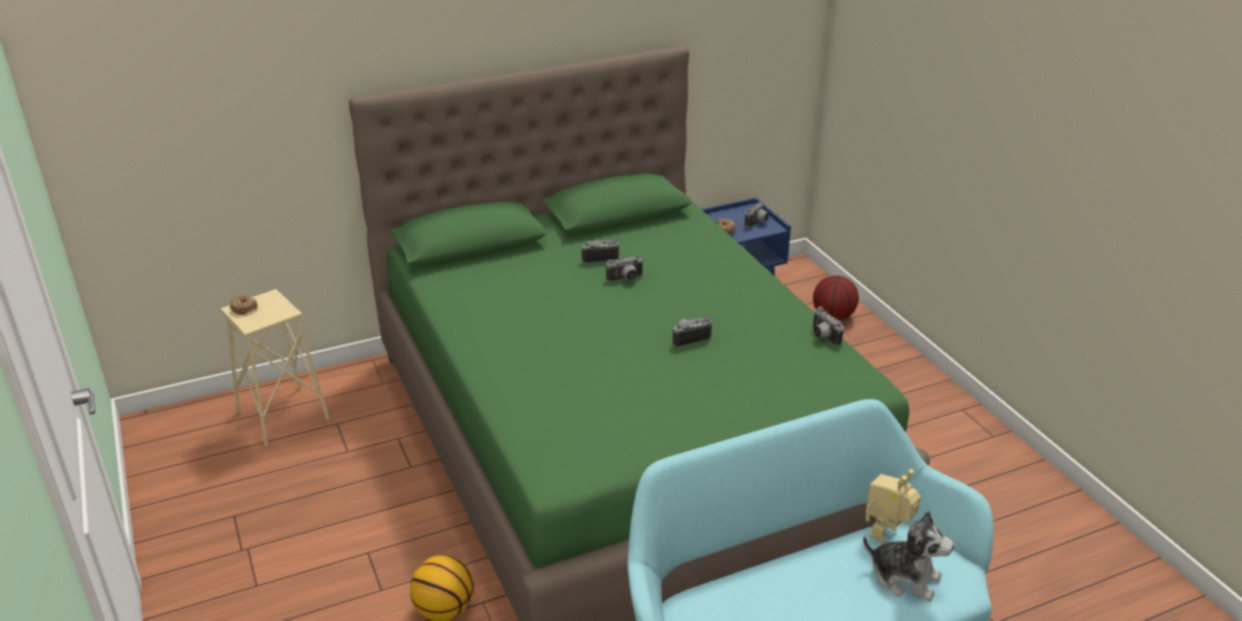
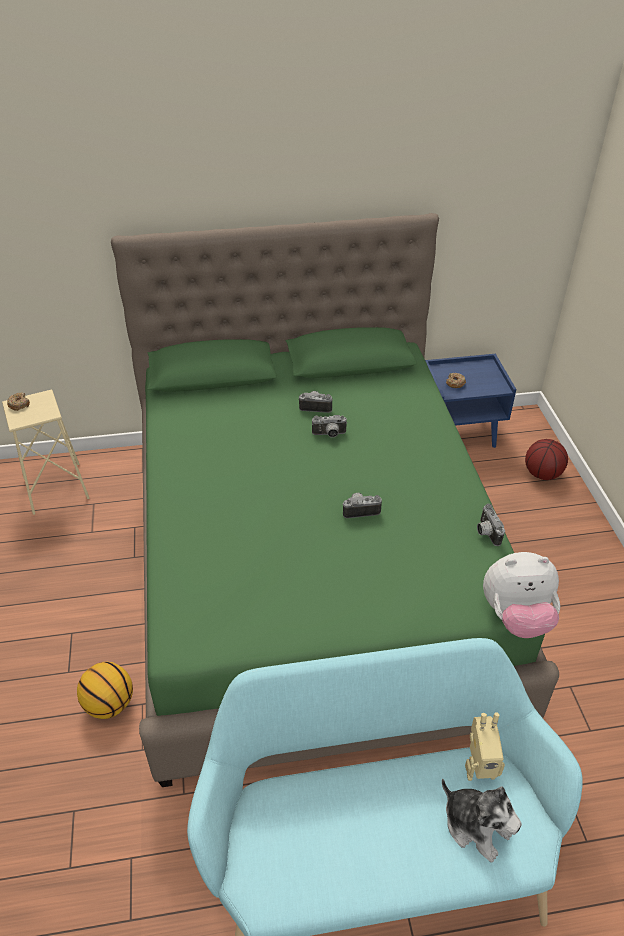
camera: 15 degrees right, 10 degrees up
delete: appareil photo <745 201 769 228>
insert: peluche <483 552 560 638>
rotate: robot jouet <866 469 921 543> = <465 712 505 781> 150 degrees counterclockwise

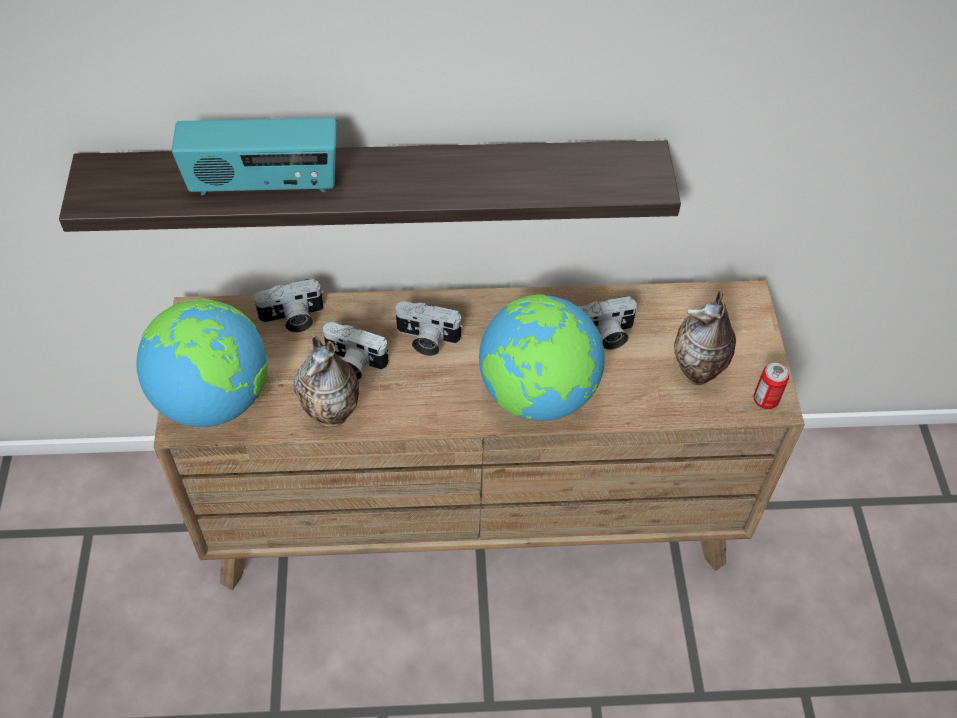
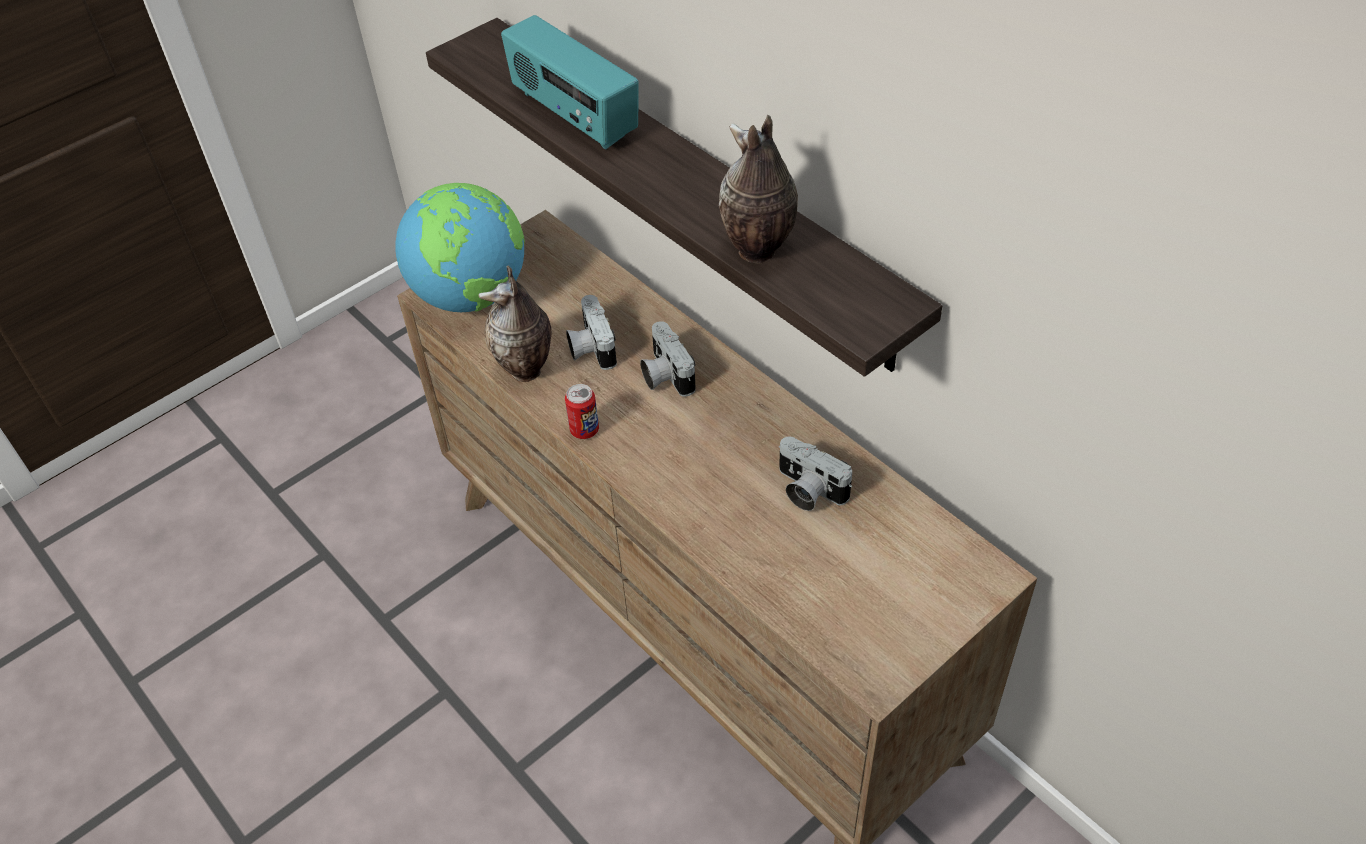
camera: 55 degrees right, 5 degrees down
delete: appareil photo <253 279 324 333>; globe <479 294 605 421>
move: vase <674 290 736 385> to <719 115 798 264>; boîte métallique <753 363 789 409> to <565 384 599 439>

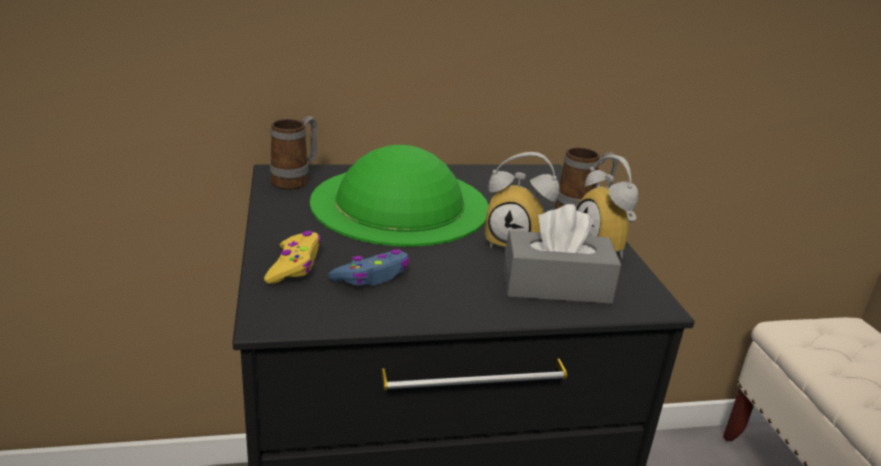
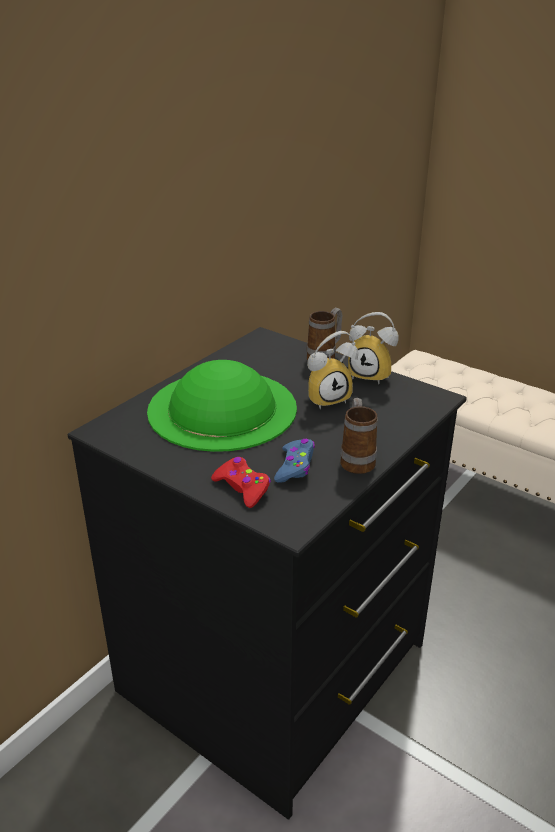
camera: 40 degrees left, 5 degrees up
delete: boîte à mouchoirs/gris <504 204 621 304>
move: mug <270 116 318 189> to <340 398 378 474>
recolor: manette/jaune <264 231 321 284> to manette/rouge <211 457 271 508>

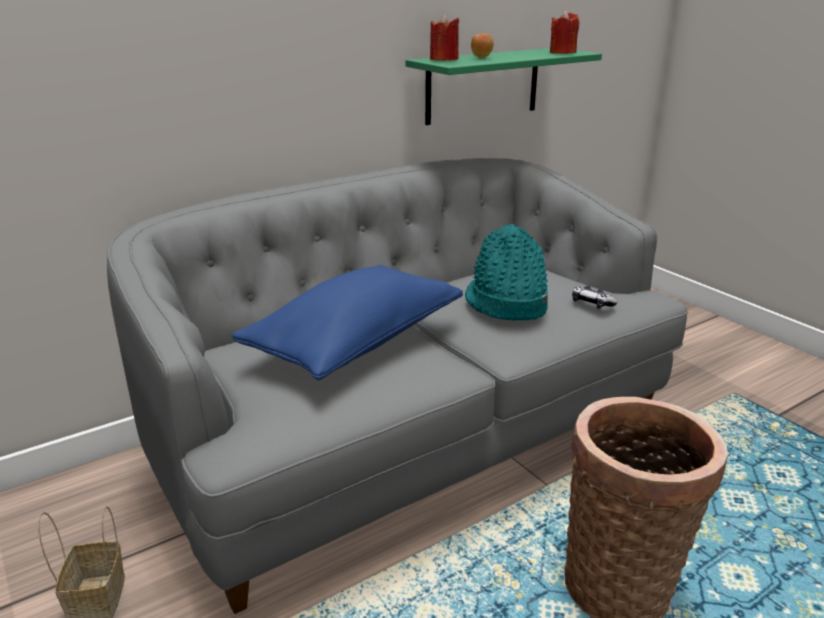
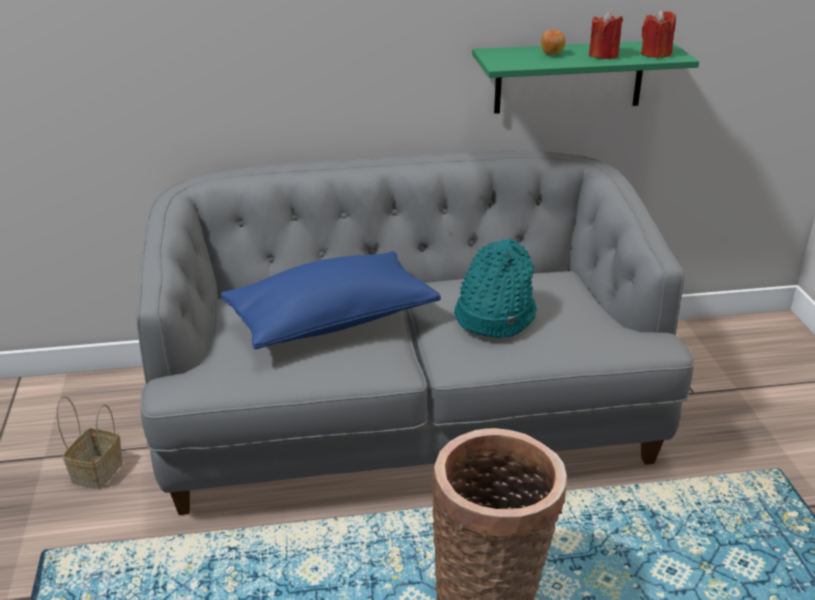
camera: 25 degrees right, 5 degrees up
delete: manette <572 285 617 309>
move: bougie/rouge <430 14 459 60> to <589 11 623 59>

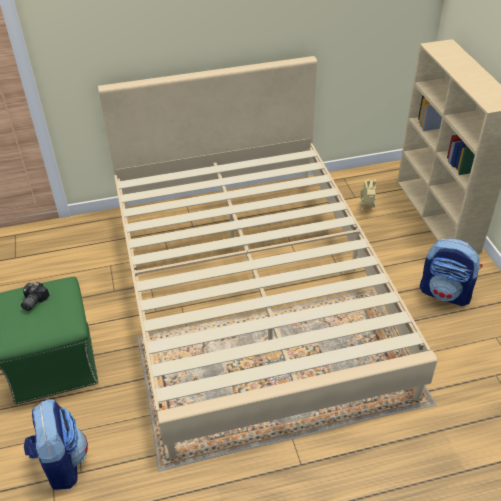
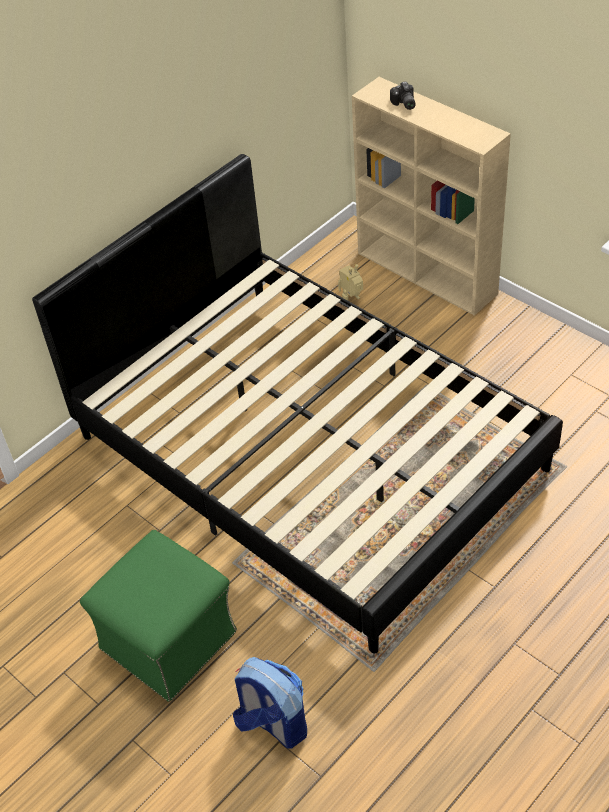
camera: 30 degrees left, 5 degrees up
delete: sac à dos <420 238 483 306>
move: appareil photo <21 282 50 311> to <390 82 416 110>
recolor: lit/beige <98 56 437 459> to lit/noir <32 154 563 653>

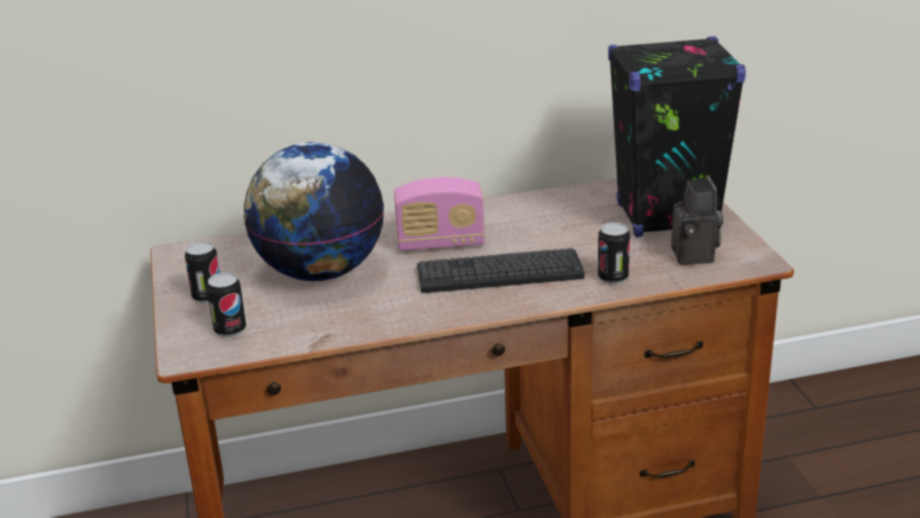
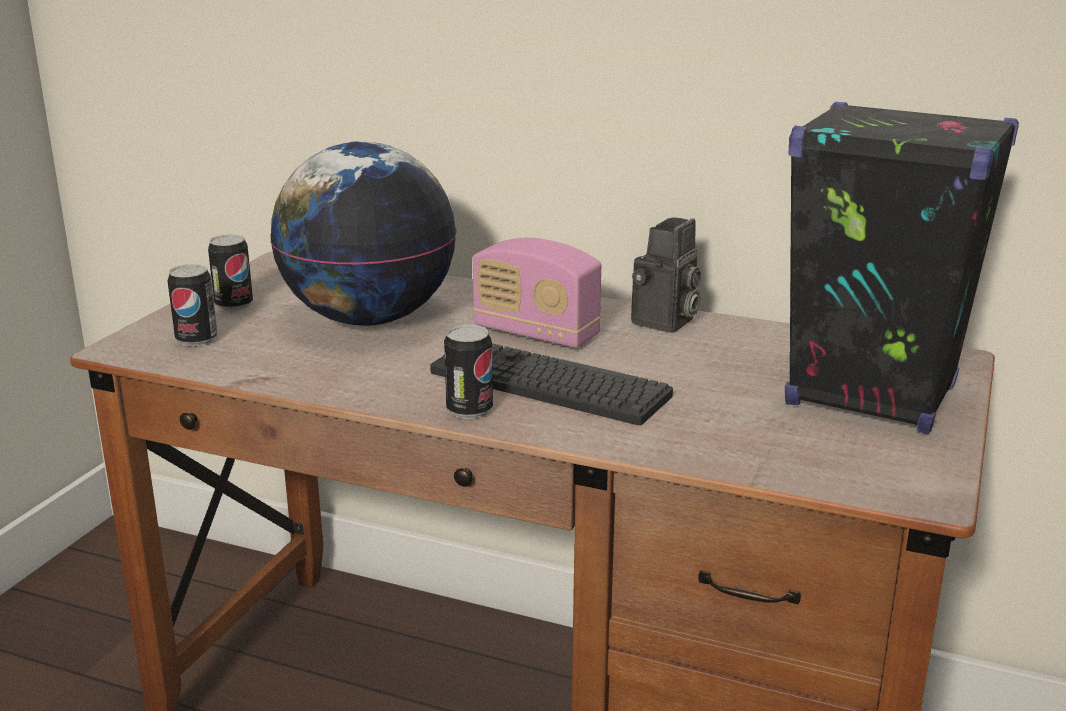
camera: 35 degrees right, 5 degrees down
move: appareil photo <671 176 723 265> to <631 217 701 333>; boîte métallique <598 222 630 284> to <444 325 493 419>

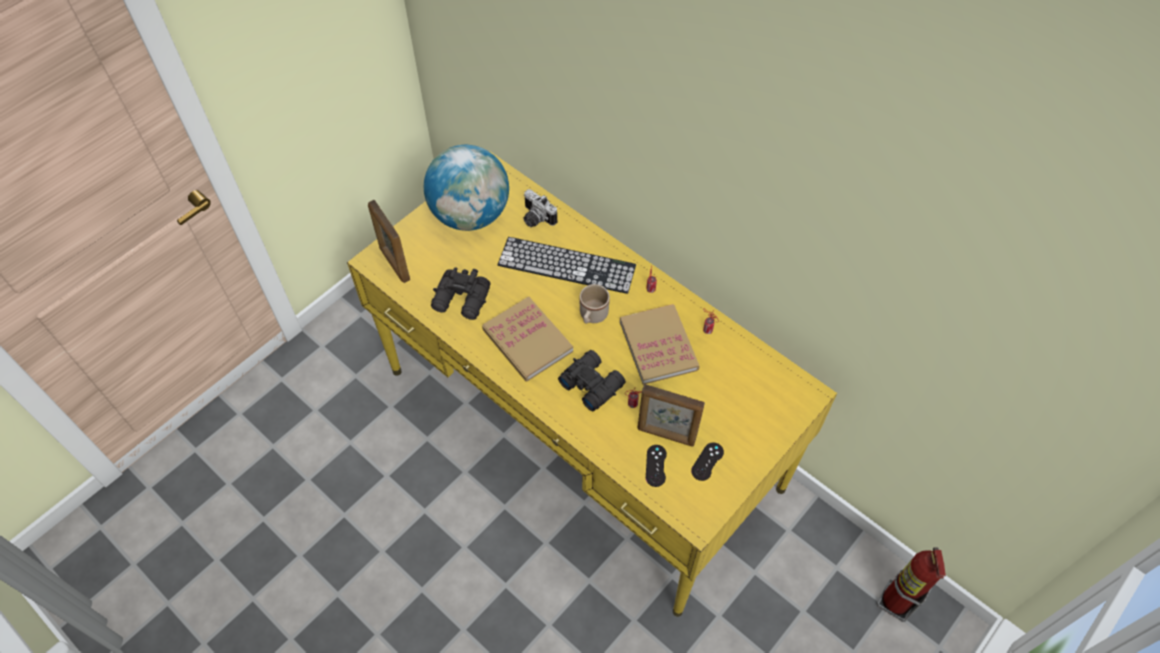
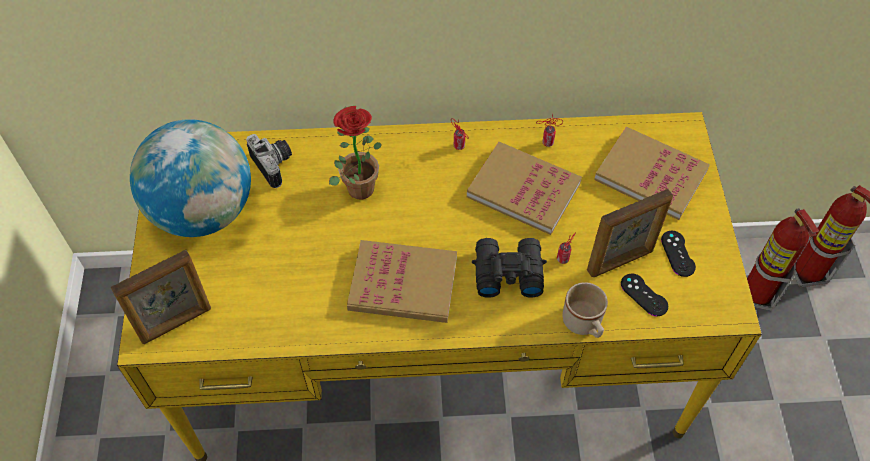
camera: 45 degrees left, 0 degrees up
delete: jumelles/noir <431 267 491 320>
insert: livre <594 127 710 220>; extincteur <746 208 819 311>
move: mug/beige <580 284 610 324> to <563 282 608 338>
replace: clavier <497 237 636 294> to plante en pot <329 106 381 199>
rotate: appareil photo <523 189 557 227> = <246 134 292 188> 120 degrees counterclockwise; cadre photo <368 200 410 283> = <110 250 211 344> 45 degrees counterclockwise

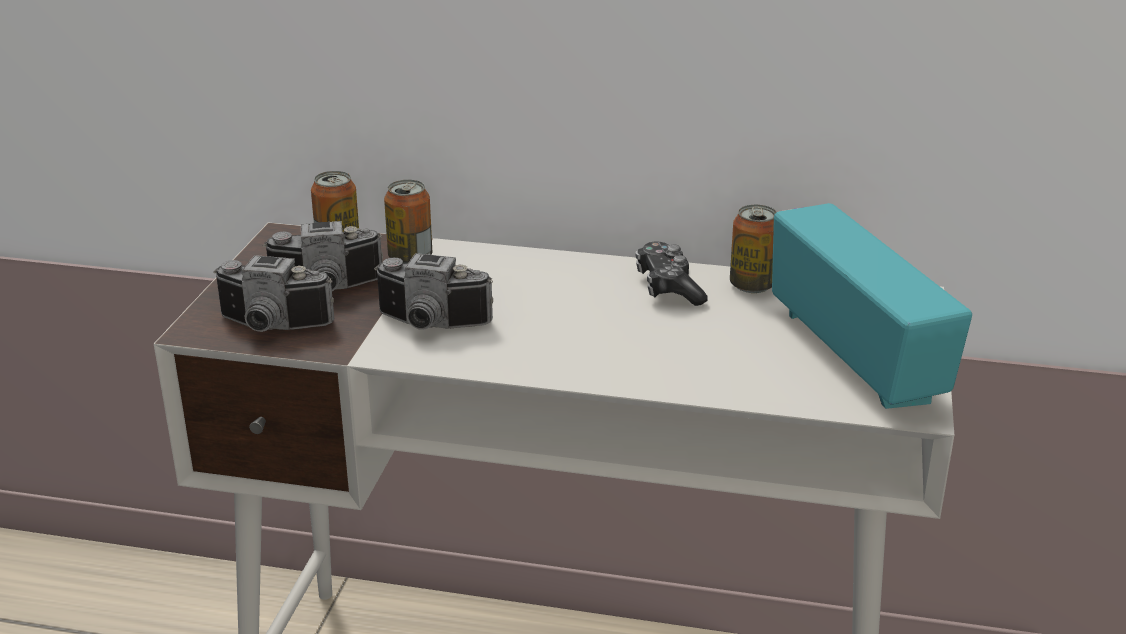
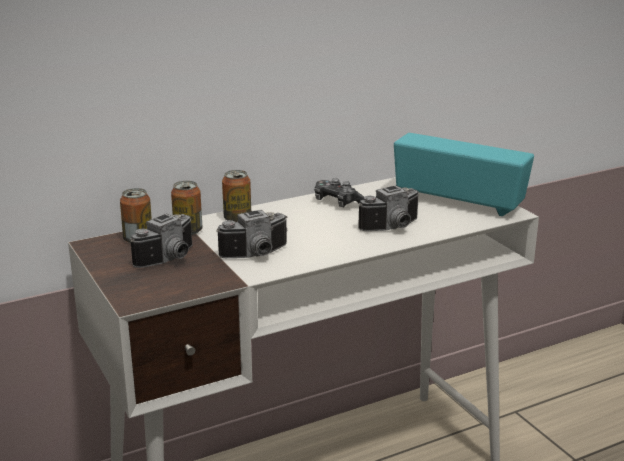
camera: 40 degrees left, 5 degrees down
move: boîte métallique <730 205 776 293> to <222 170 251 222>; appareil photo <213 255 334 332> to <358 185 419 231>

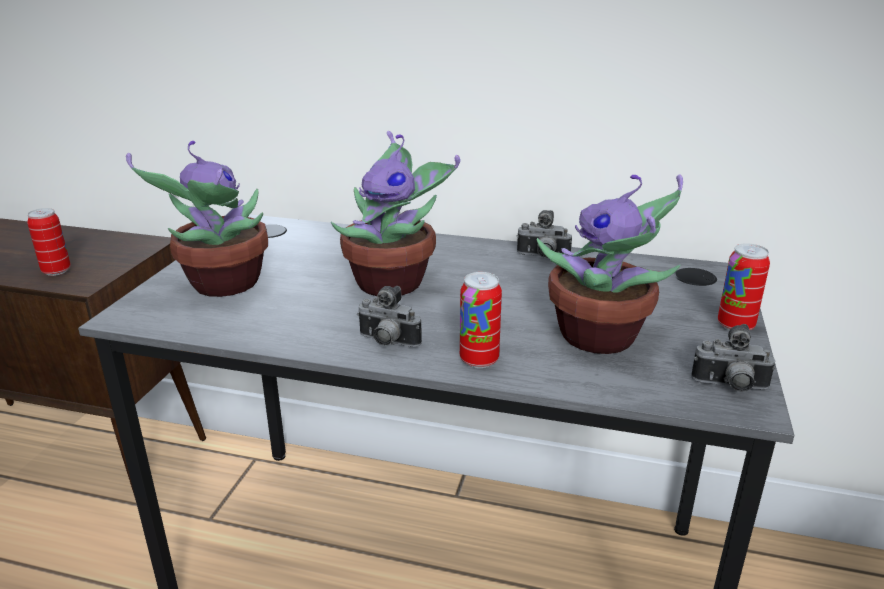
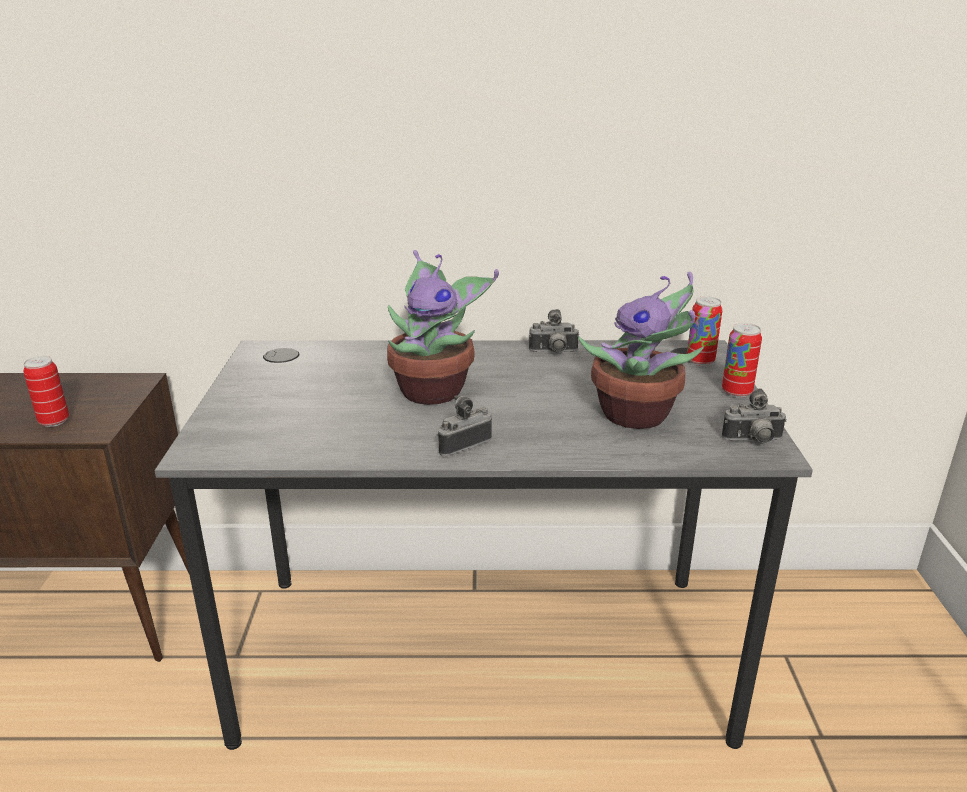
camera: 15 degrees left, 0 degrees up
delete: plante en pot <126 141 268 297>
move: boîte métallique <460 272 502 368> to <687 296 722 366>
rotate: appareil photo <357 286 422 347> = <437 395 492 456> 135 degrees clockwise

